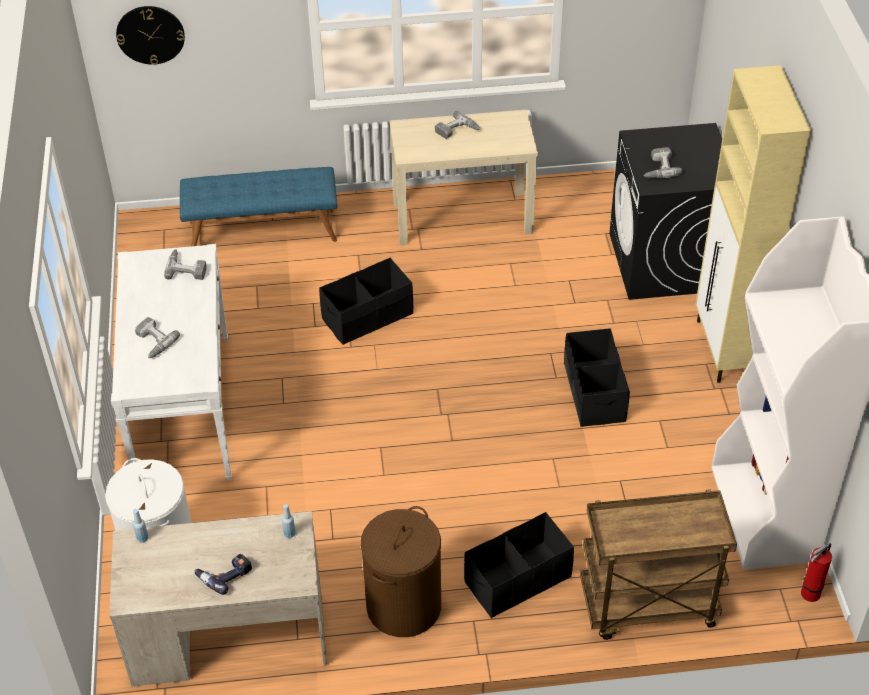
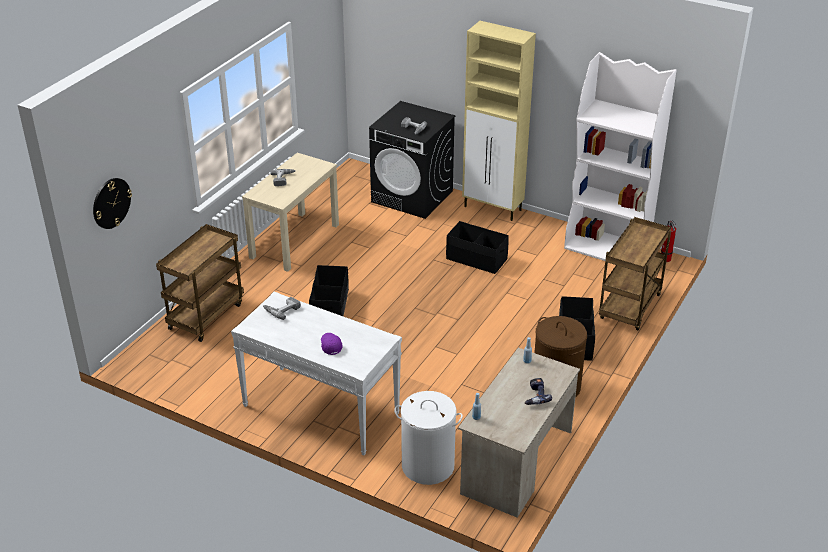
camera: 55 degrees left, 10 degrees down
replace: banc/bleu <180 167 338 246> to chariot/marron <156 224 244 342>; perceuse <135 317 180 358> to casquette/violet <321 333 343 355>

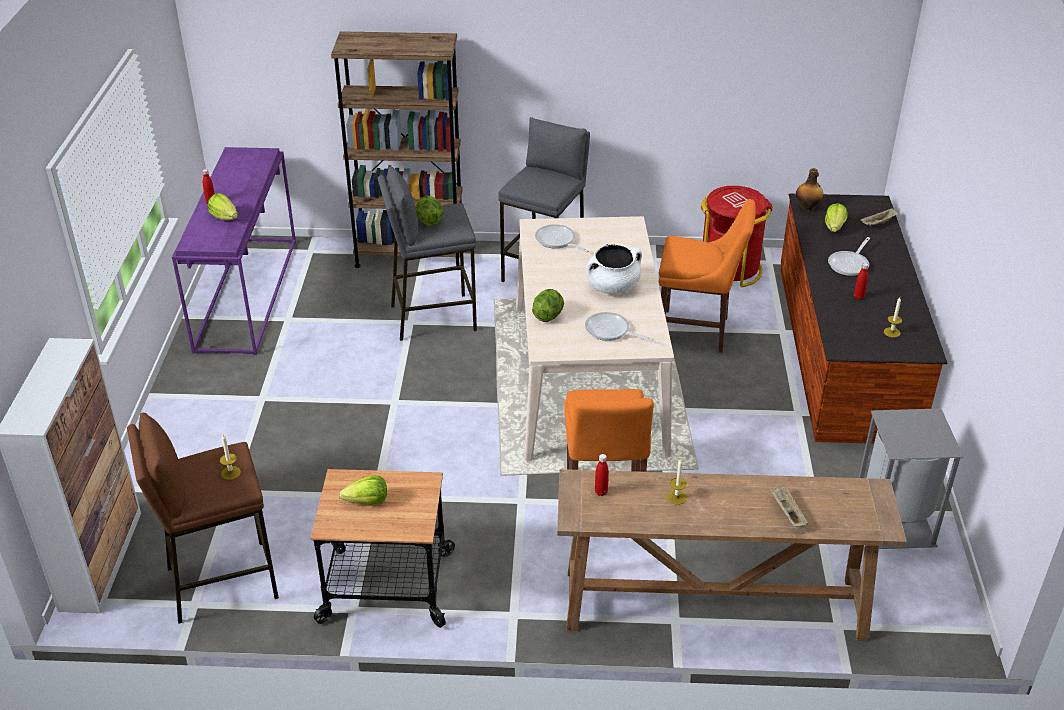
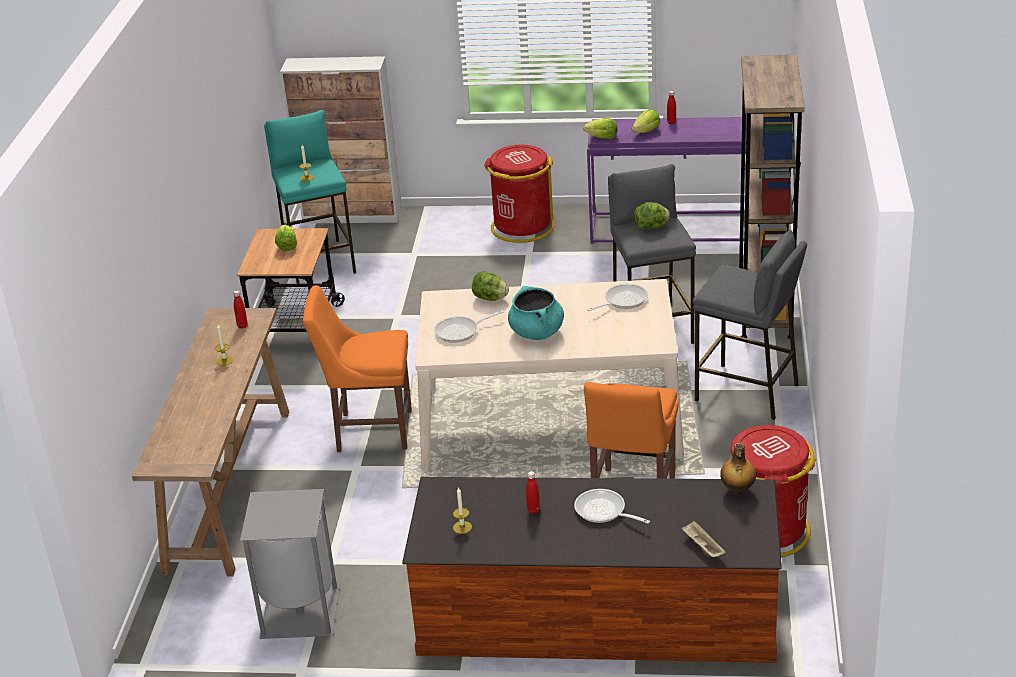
camera: 95 degrees right, 5 degrees down
delete: plateau/beige <770 484 808 527>
insert: poubelle/rouge <485 144 554 243>
move: laitue <825 203 848 232> to <583 118 618 139>
recolor: marmite/blanc <586 244 642 294> to marmite/turquoise <508 286 564 340>; tabouret/marron <127 413 279 624> to tabouret/turquoise <264 110 356 284>
rotate: poêle <585 312 654 341> = <434 310 504 342> 150 degrees counterclockwise

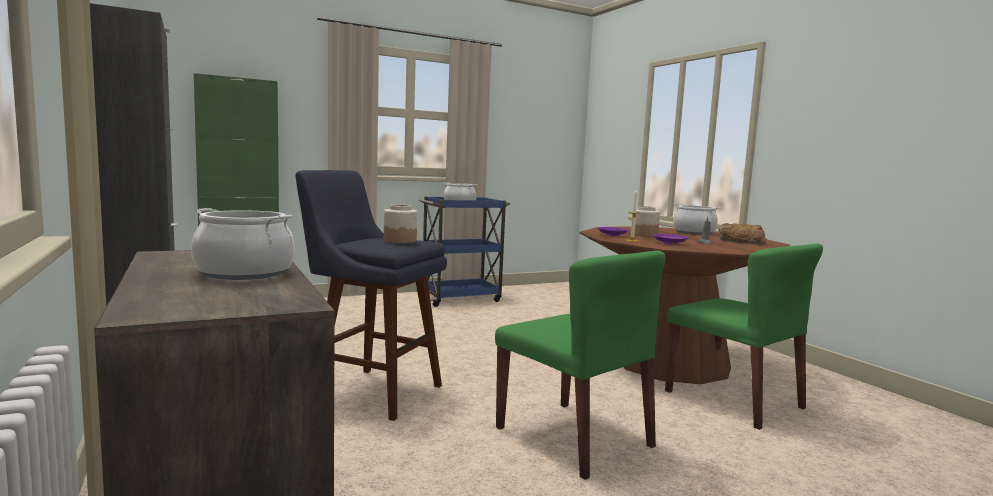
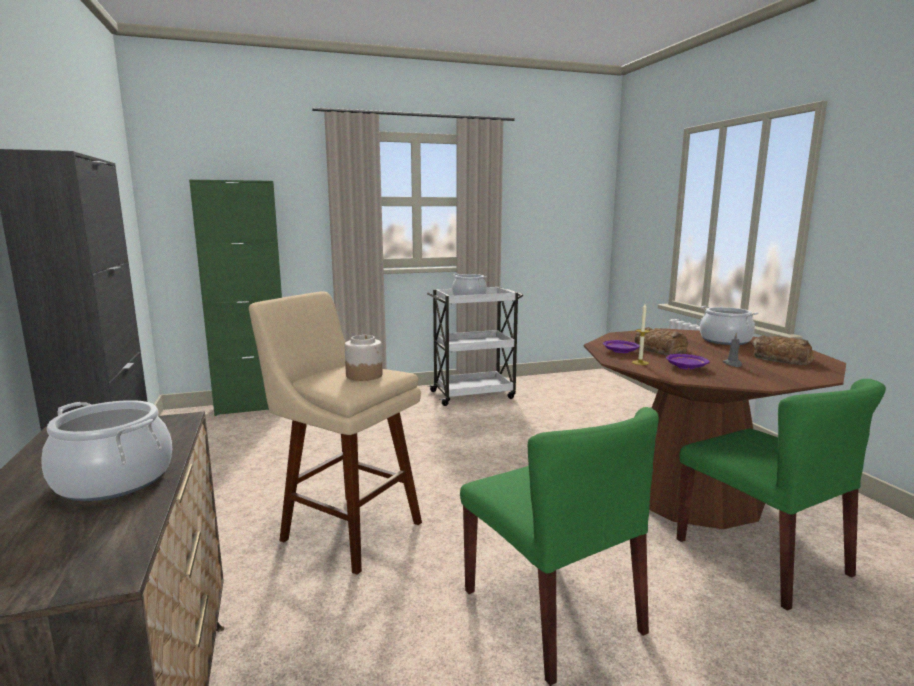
camera: 10 degrees right, 5 degrees up
replace: bocal <634 206 660 237> to pain <635 327 688 355>
recolor: tabouret/bleu <295 170 447 421> to tabouret/beige <249 291 422 575>; chariot/bleu <416 197 510 307> to chariot/blanc <427 287 524 406>

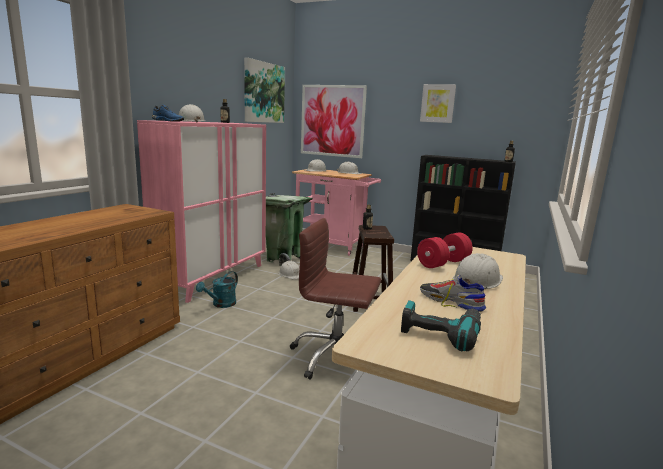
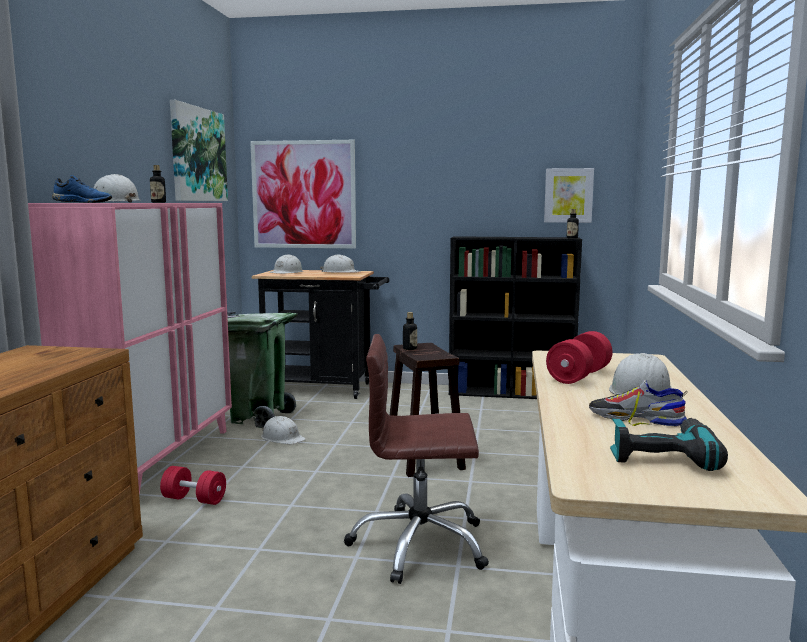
camera: 15 degrees left, 5 degrees down
move: tableau <420 84 456 123> to <544 168 594 223>
replace: arrosoir/turquoise <196 271 238 308> to haltère/rouge <160 466 226 505>
recolor: chariot/rose <292 169 381 256> to chariot/noir <251 270 389 399>

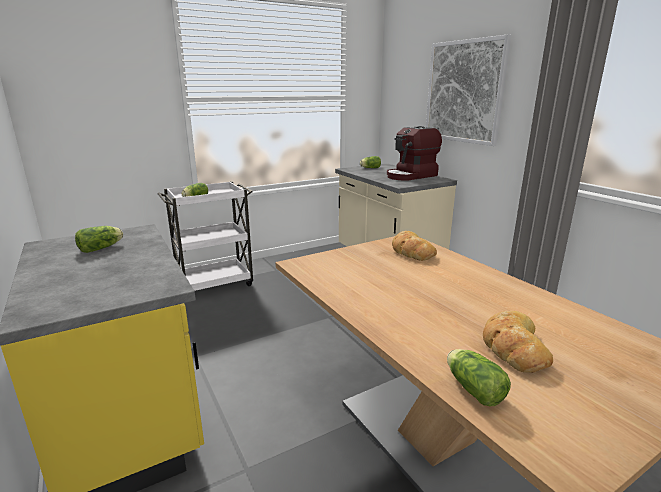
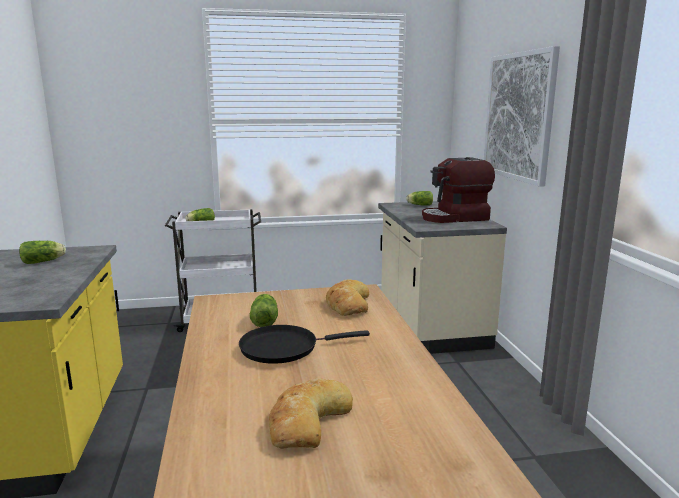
camera: 20 degrees right, 5 degrees down
insert: poêle/noir <239 325 370 364>
move: laitue <447 349 511 406> to <250 294 278 327>

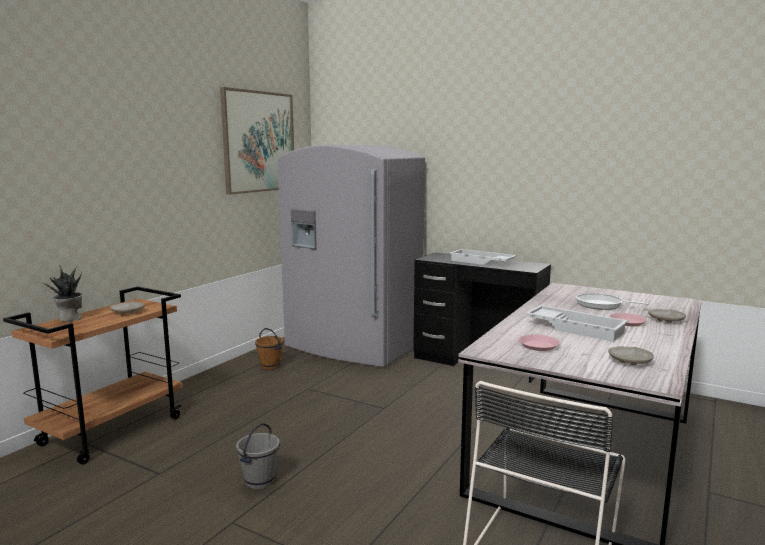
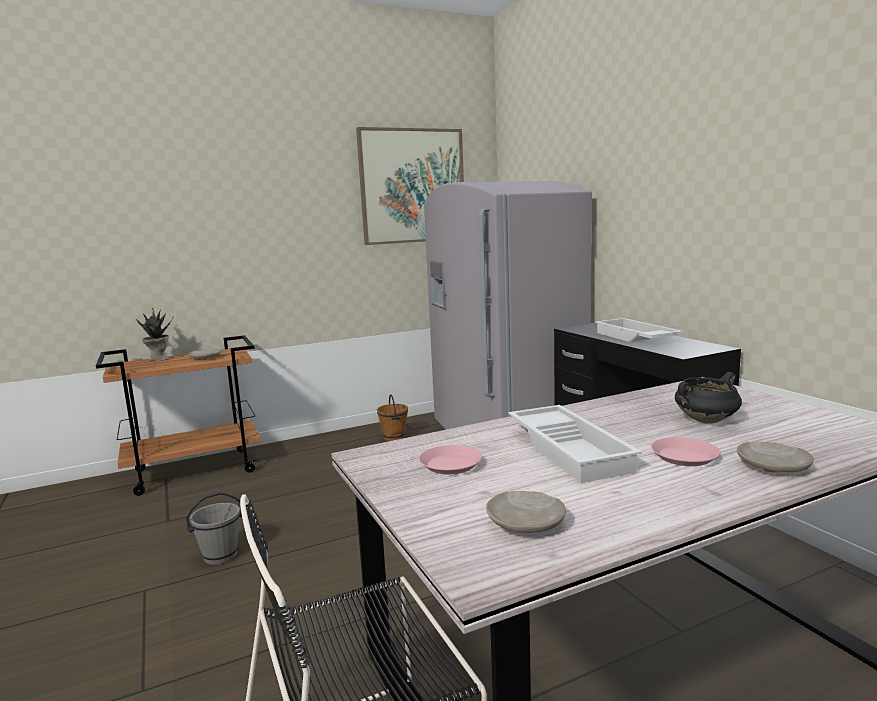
camera: 35 degrees right, 0 degrees up
replace: poêle <576 293 649 310> to marmite/noir <675 372 742 424>

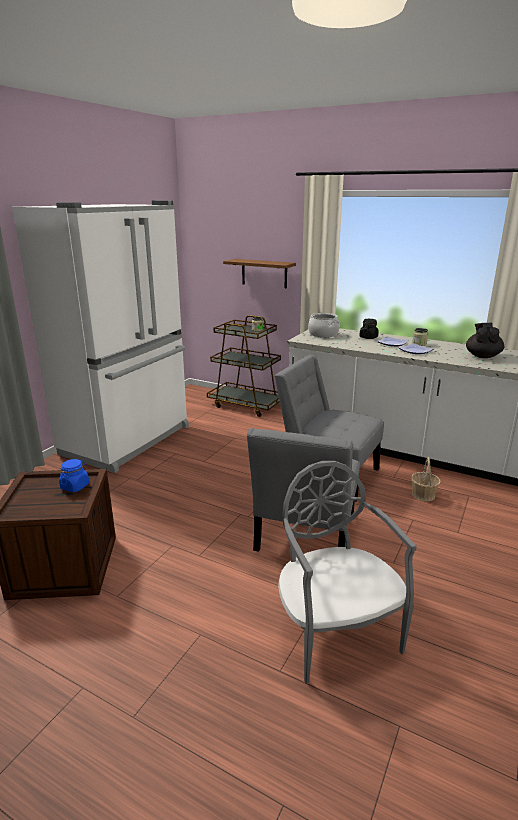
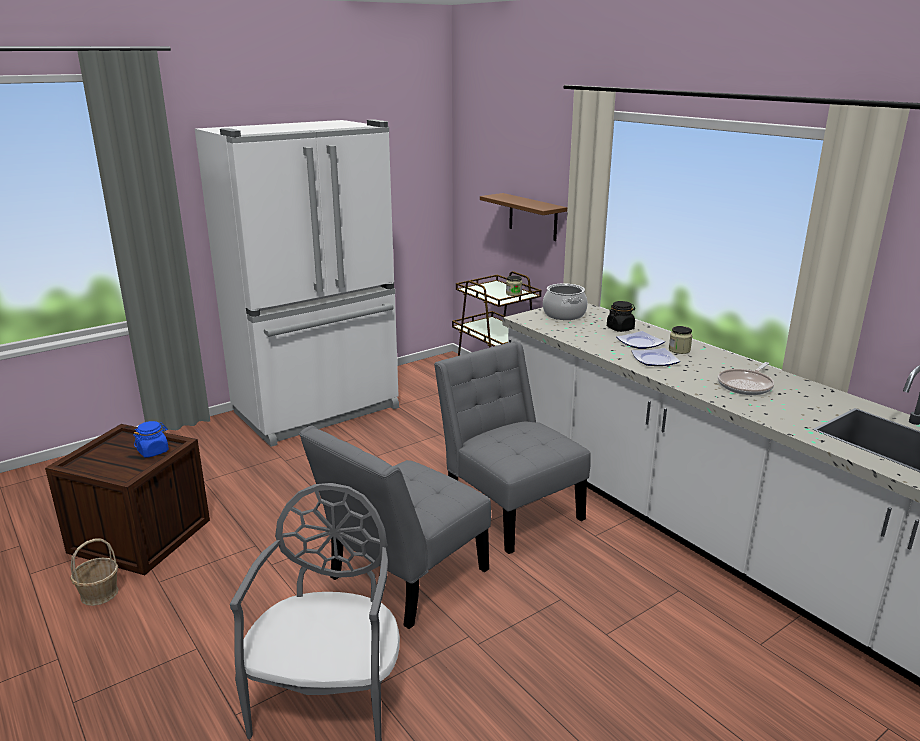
camera: 25 degrees right, 0 degrees up
move: panier <411 457 441 501> to <70 538 118 606>
replace: théière/noir <466 323 504 358> to poêle <718 362 774 395>

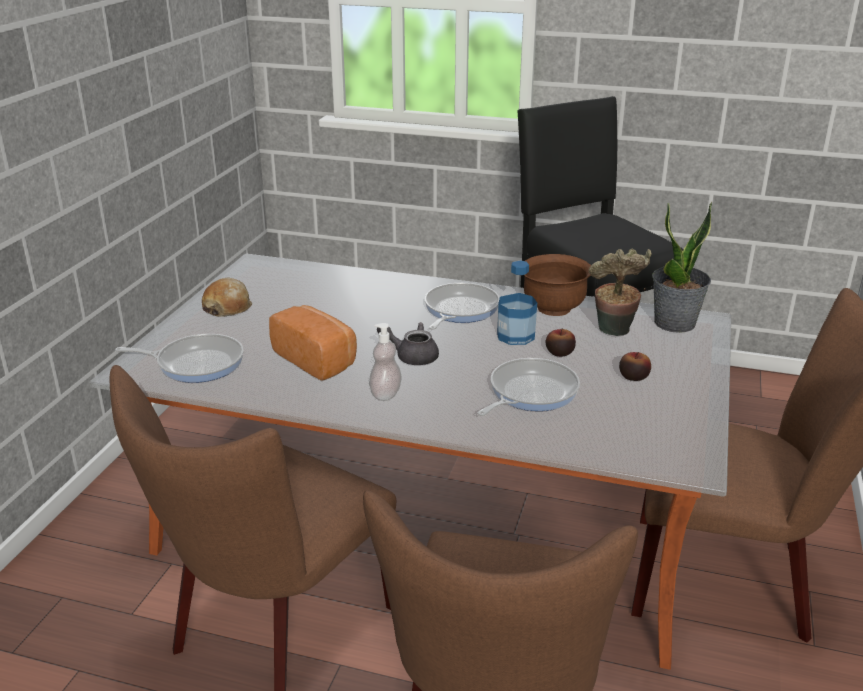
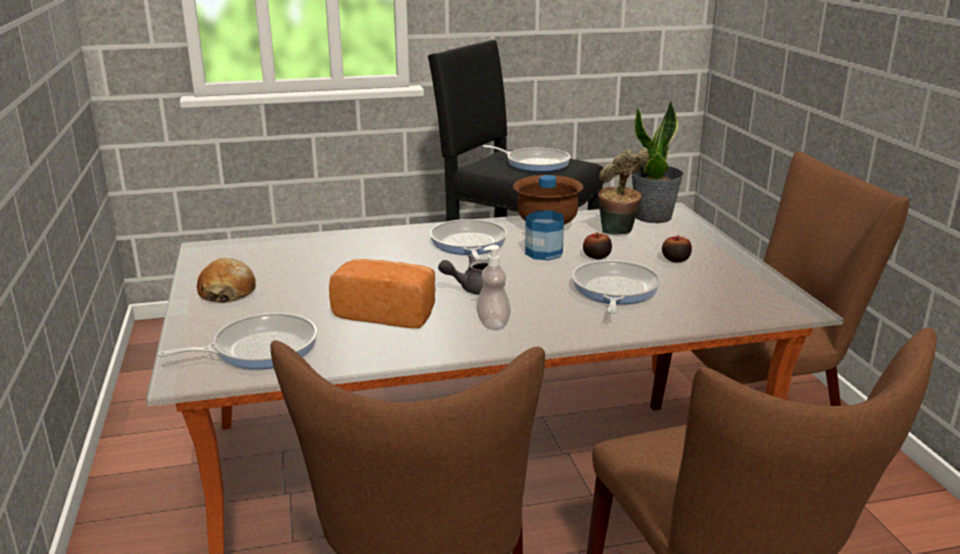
camera: 30 degrees left, 5 degrees down
insert: poêle <483 145 570 172>

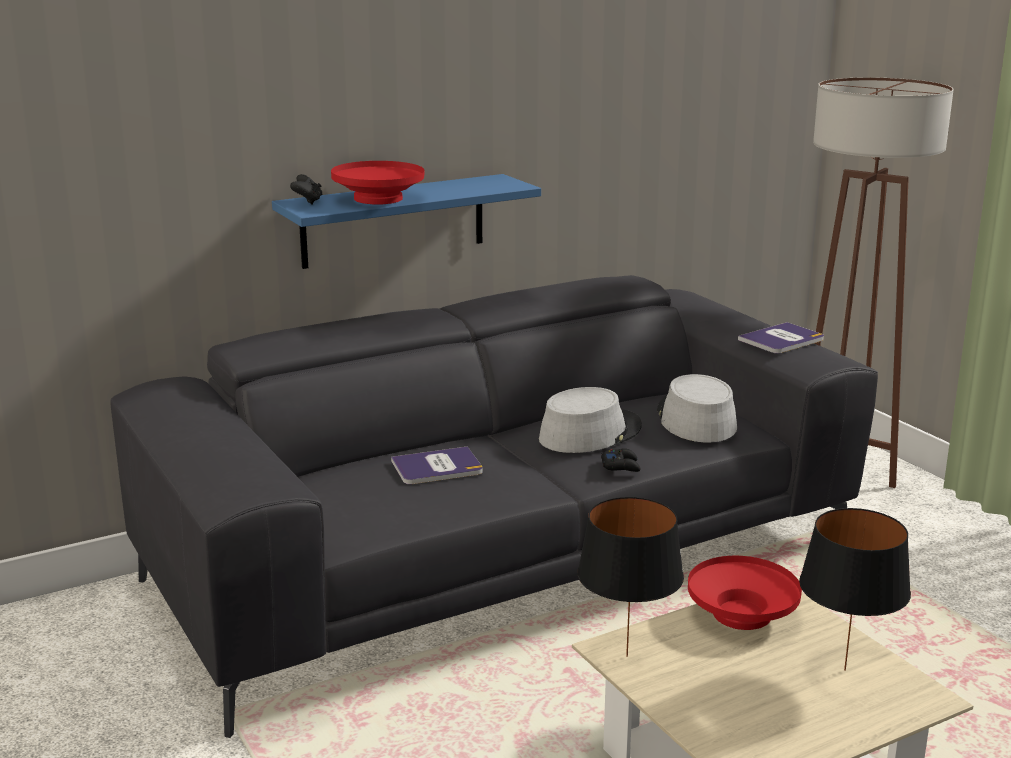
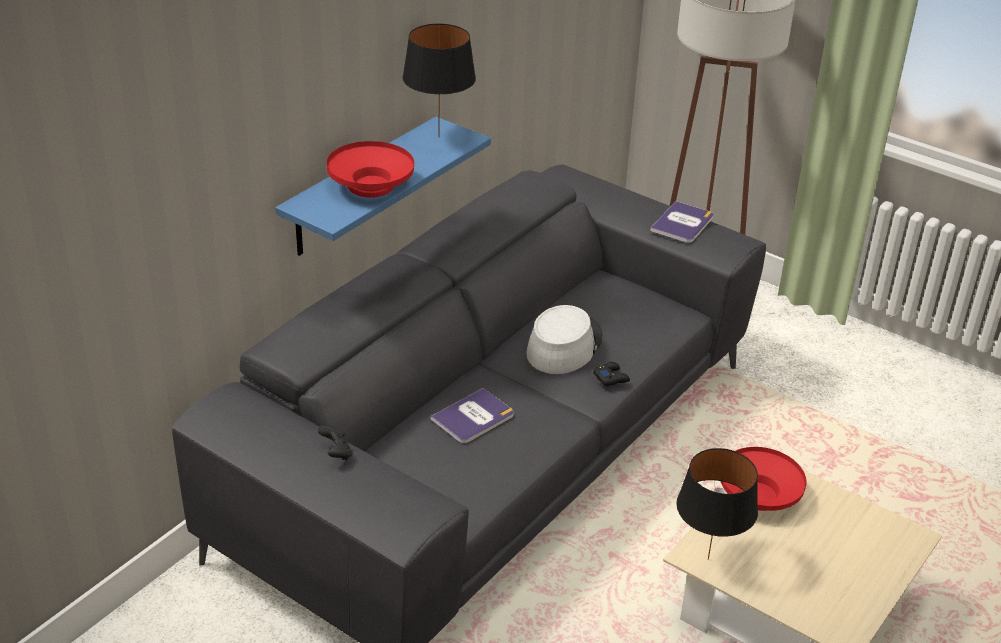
camera: 25 degrees left, 15 degrees up
delete: chapeau/gris <657 374 737 442>
move: manette/noir <290 174 323 204> to <318 426 352 461>; lampe de table/noir <799 508 911 671> to <402 24 476 137>

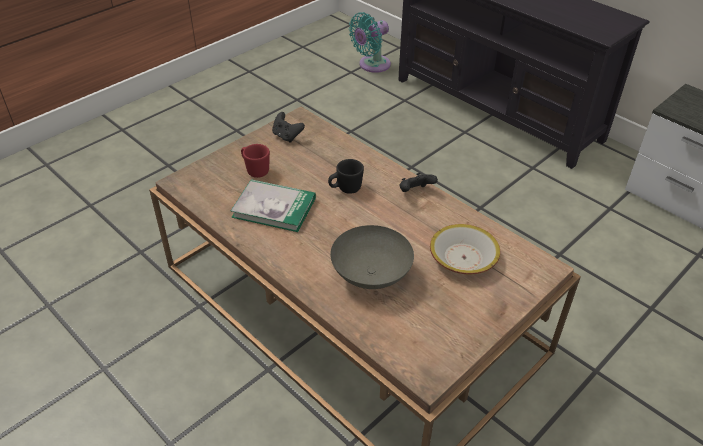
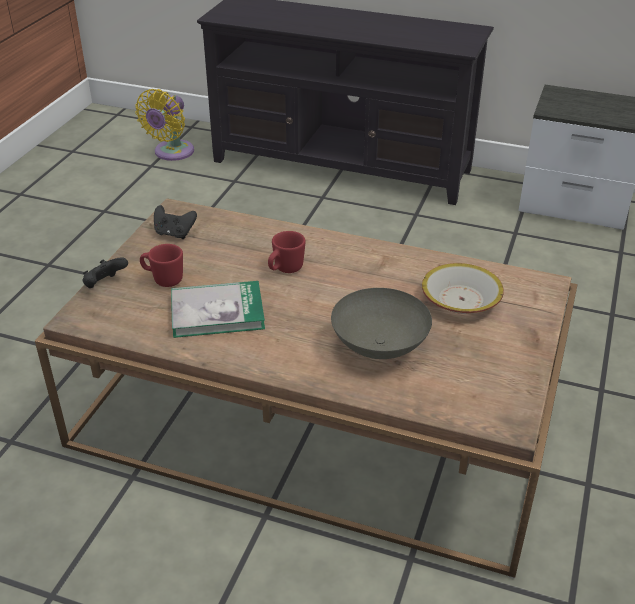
camera: 25 degrees left, 5 degrees down
move: manette/noir <399 173 438 192> to <83 257 128 288>
recolor: ventilateur/turquoise <349 12 391 73> to ventilateur/jaune <135 89 194 161>; mug/noir <328 159 364 194> to mug/rouge <268 231 306 273>

